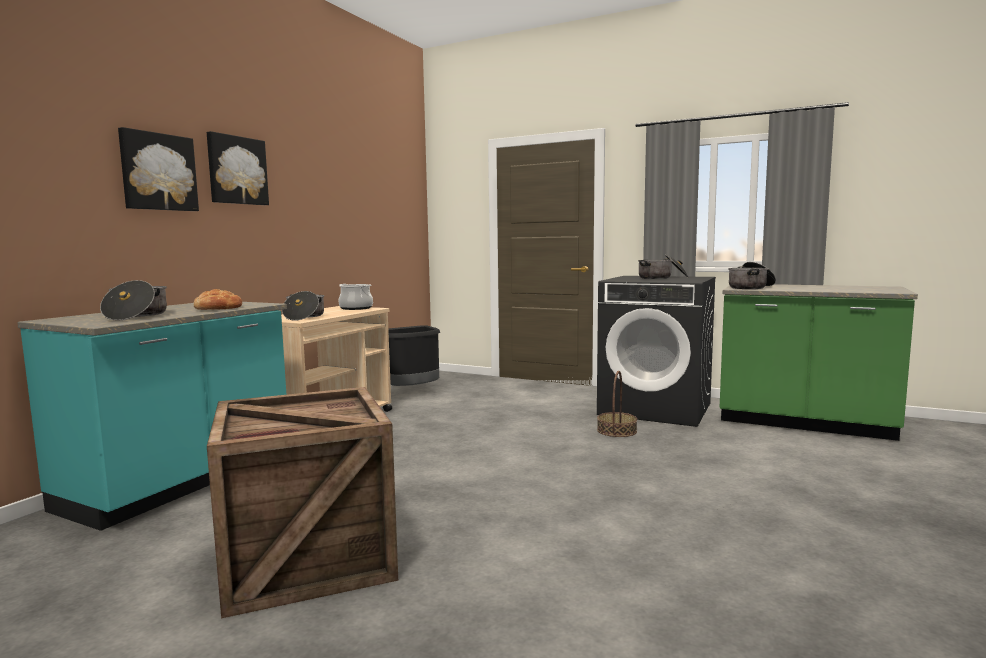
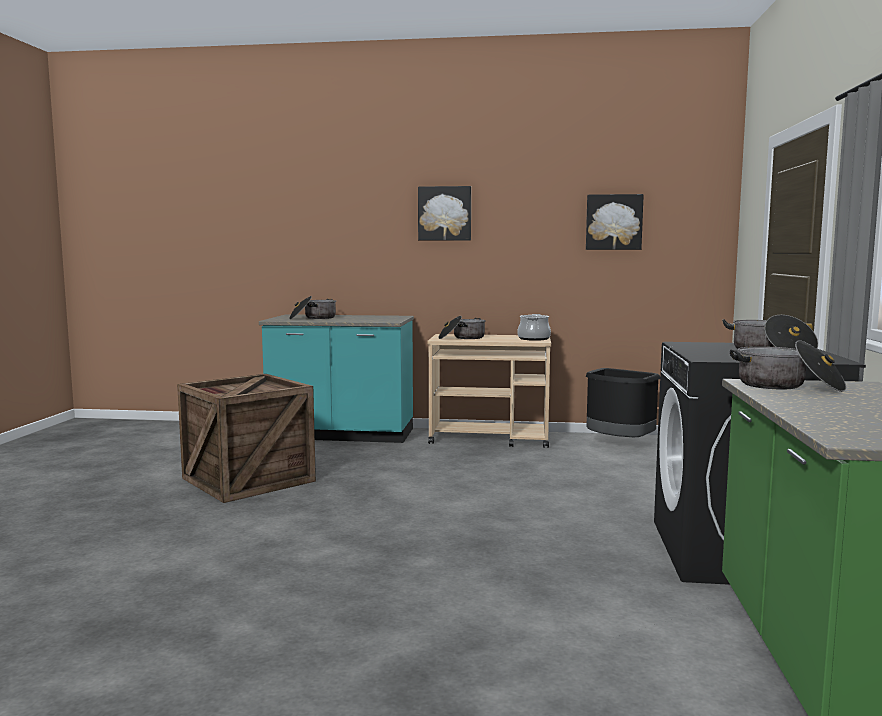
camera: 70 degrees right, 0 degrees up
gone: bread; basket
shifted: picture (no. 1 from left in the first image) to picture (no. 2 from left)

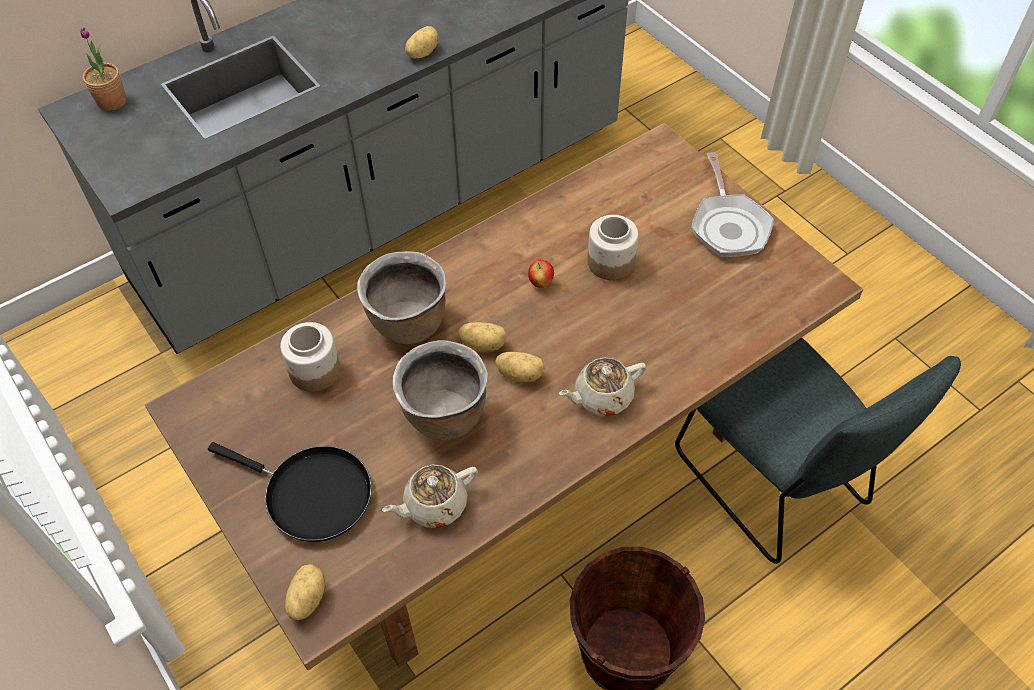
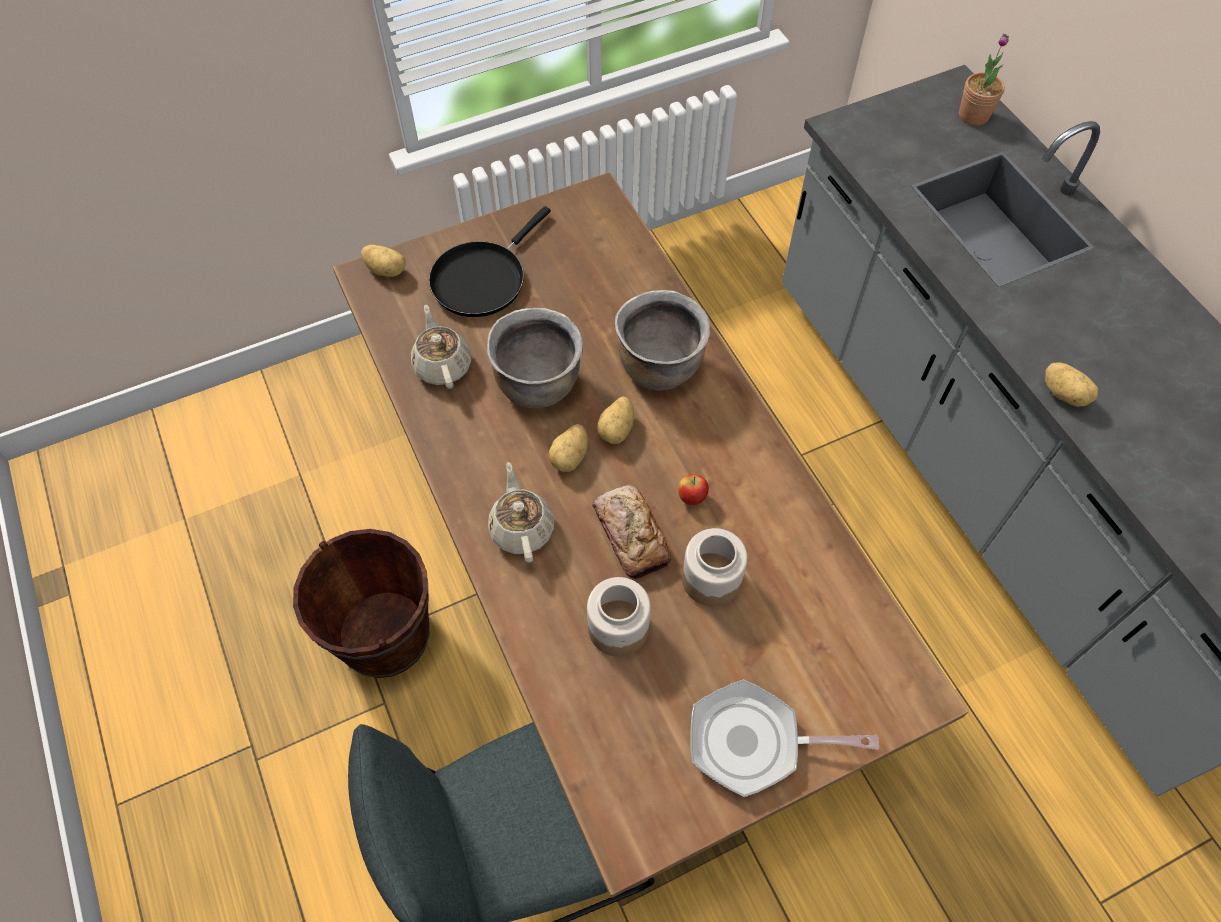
camera: 100 degrees right, 5 degrees up
new: bread
shifted: jar (no. 1 from left)

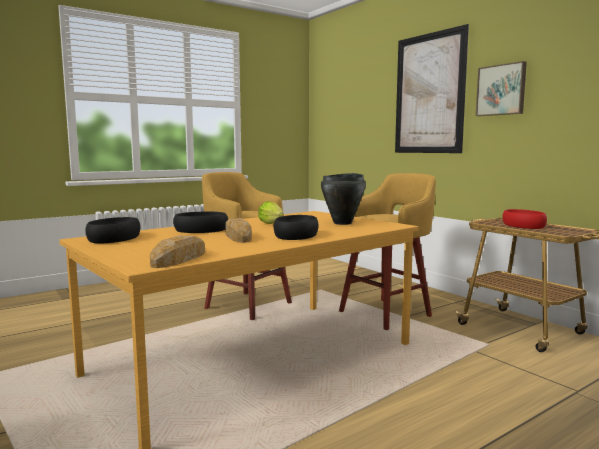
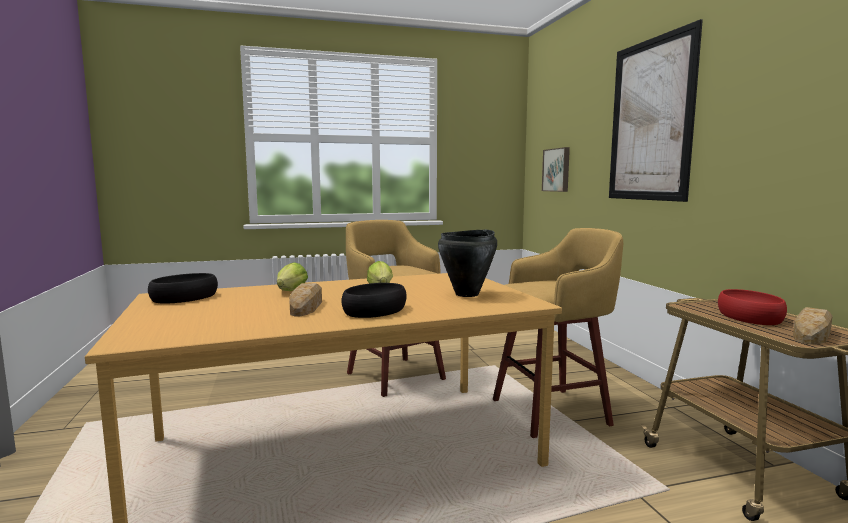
camera: 20 degrees right, 0 degrees up
shifted: bread (no. 1 from left in the first image) to bread (no. 2 from left); picture (no. 2 from left in the first image) to picture (no. 1 from left)
swapped: bowl/black (no. 2 from left) to lettuce (no. 1 from left)

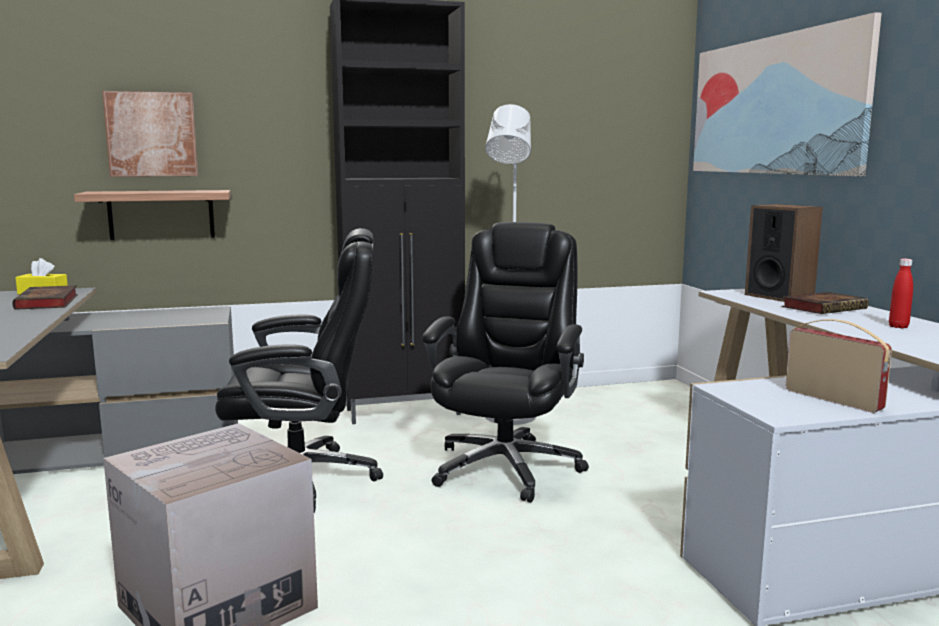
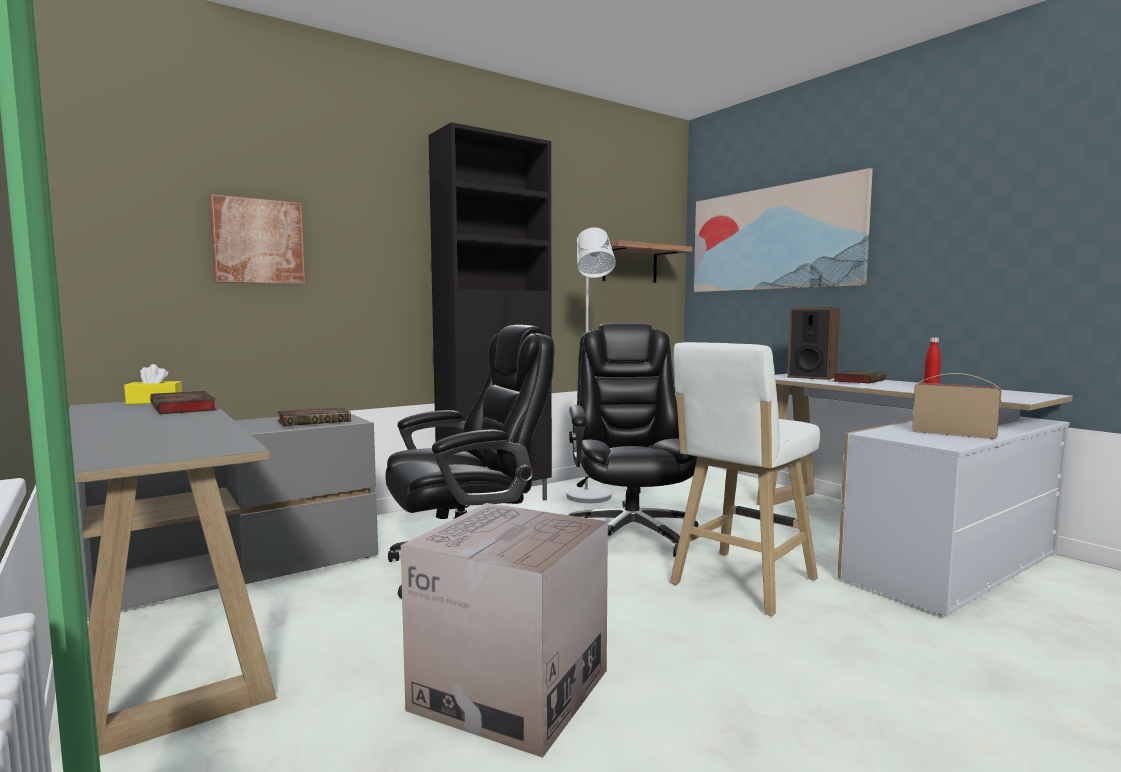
camera: 20 degrees left, 5 degrees down
new: book (no. 2 from left); stool/white
shifted: shelf

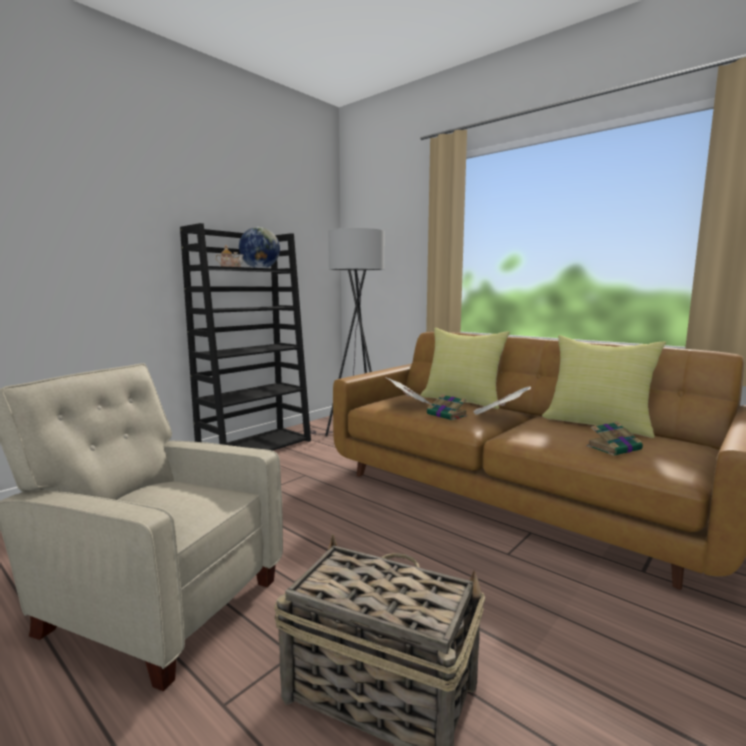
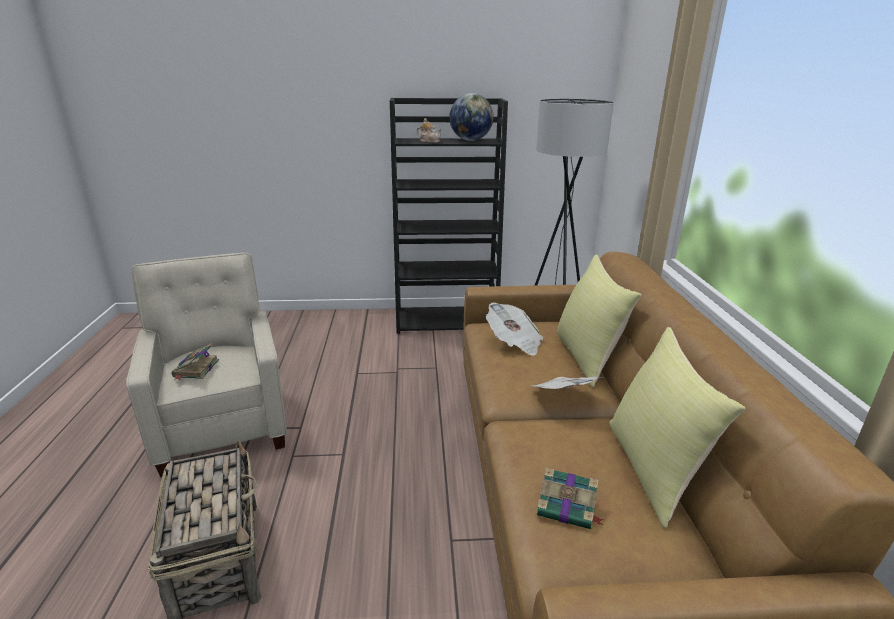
camera: 45 degrees right, 15 degrees up
shifted: book (no. 1 from left)

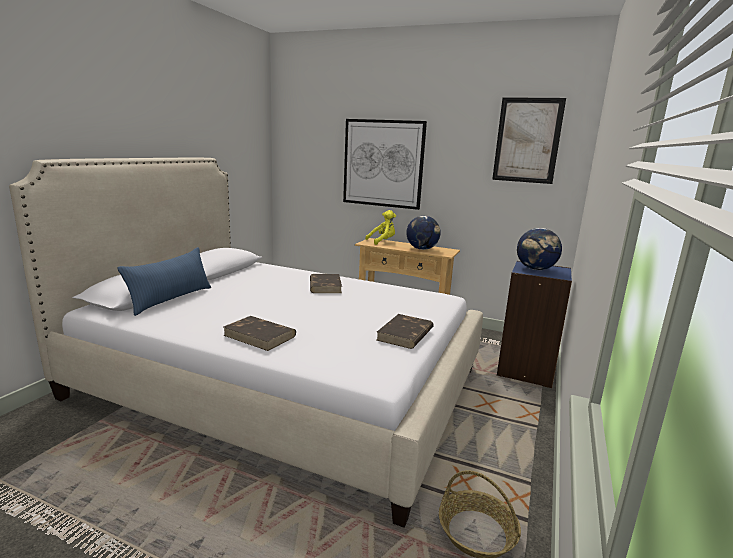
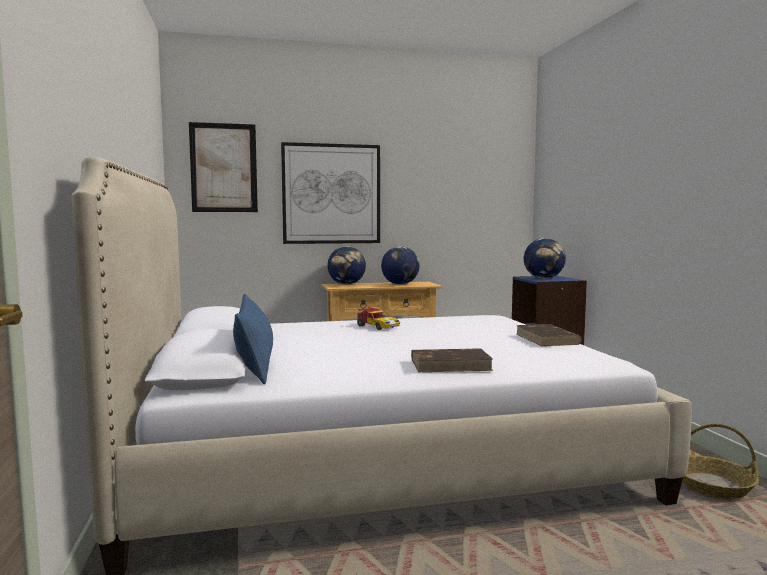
camera: 35 degrees left, 10 degrees down
shifted: picture (no. 2 from left in the first image) to picture (no. 1 from left)
swapped: book/brown (no. 2 from left) to toy car; plush toy/yellow to globe (no. 1 from left)

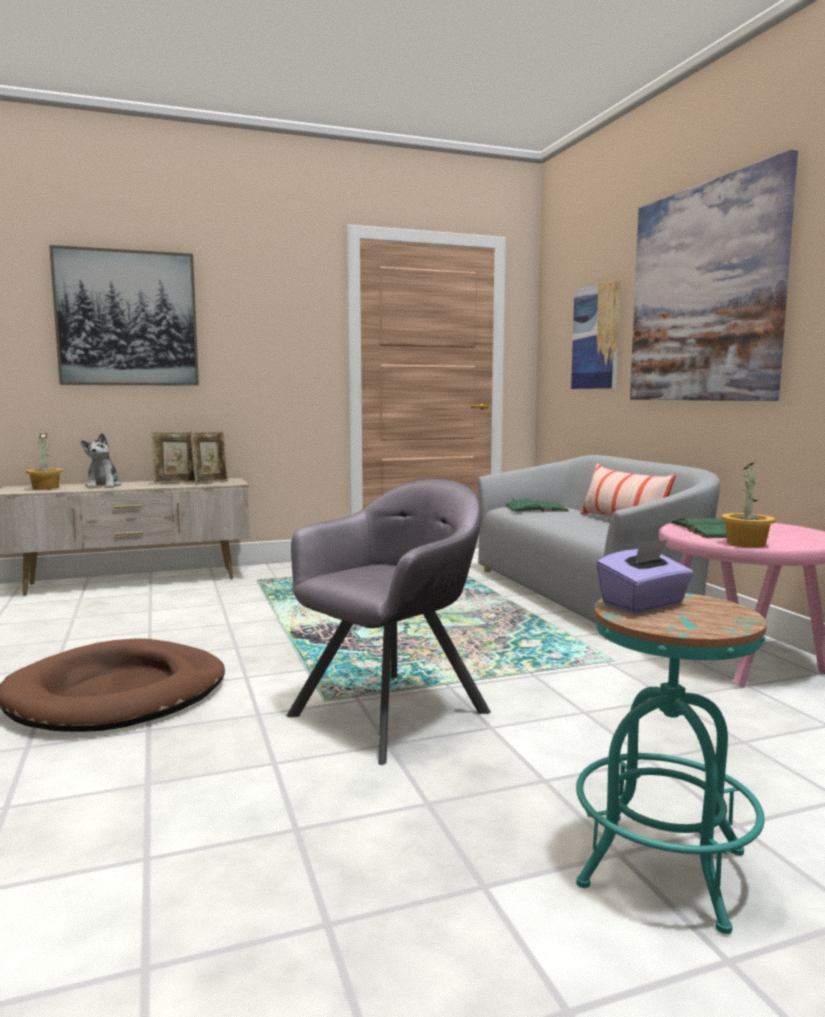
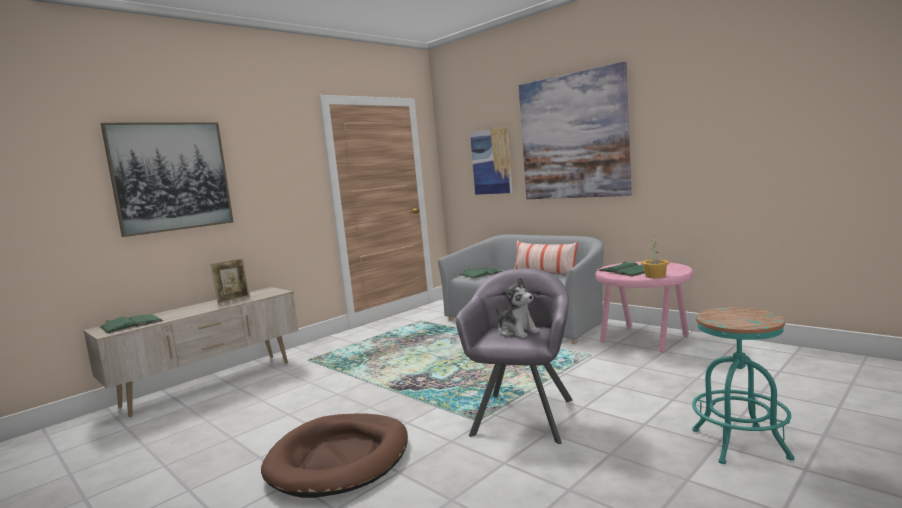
camera: 25 degrees left, 0 degrees up
gone: picture frame (no. 2 from left); tissue box/purple
shifted: plush toy
swapped: potted plant (no. 1 from left) to book/green (no. 1 from left)

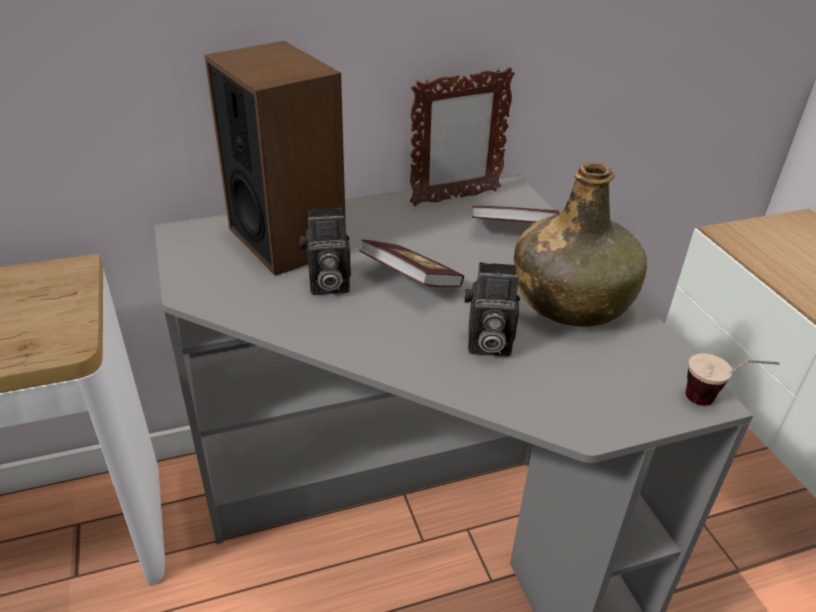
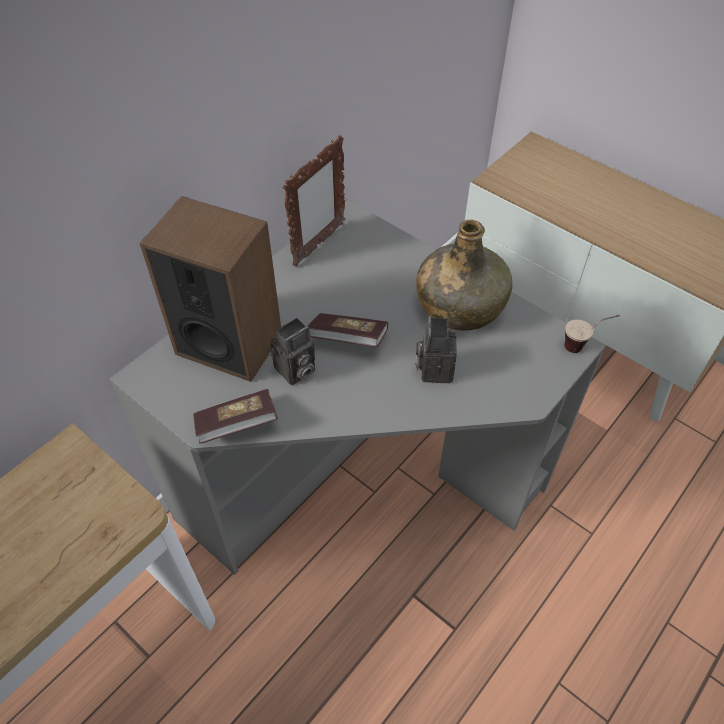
camera: 30 degrees left, 15 degrees up
shifted: book (no. 2 from left in the first image) to book (no. 1 from left)
rotated: photo camera (no. 2 from left) 120 degrees clockwise

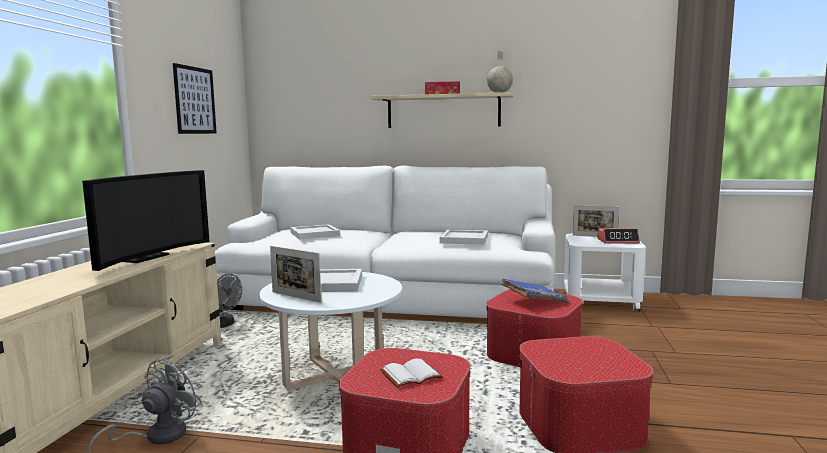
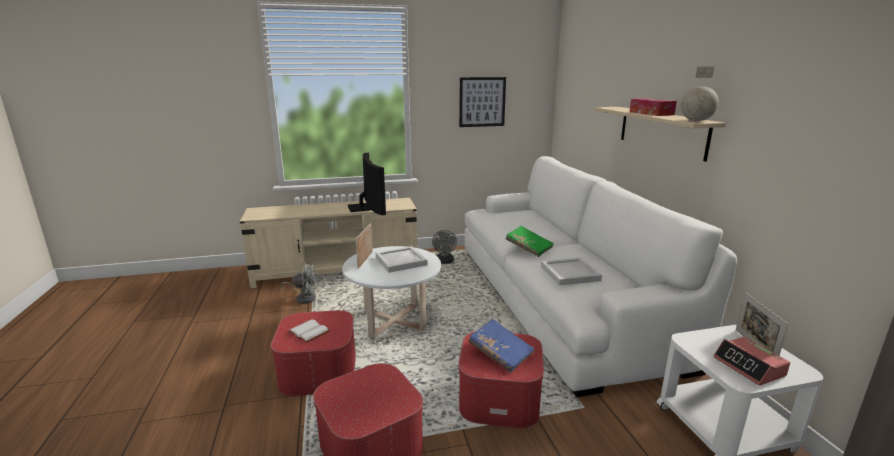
camera: 65 degrees right, 10 degrees up
gone: tray/white (no. 1 from left)
new: book/green
rotated: television 105 degrees counterclockwise

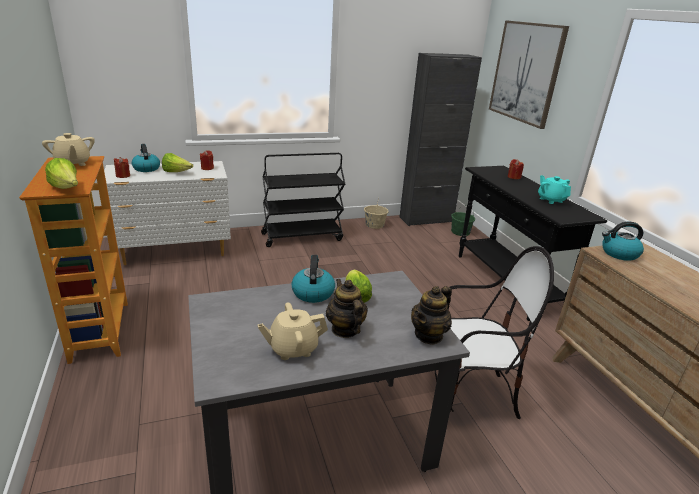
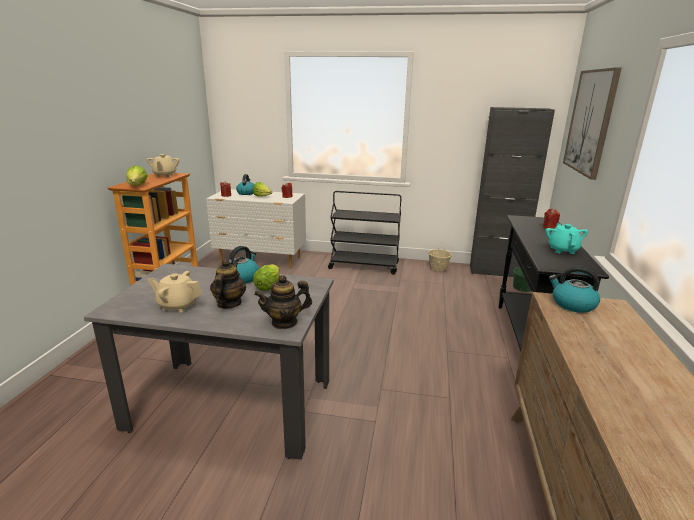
camera: 30 degrees right, 5 degrees down
gone: chair

